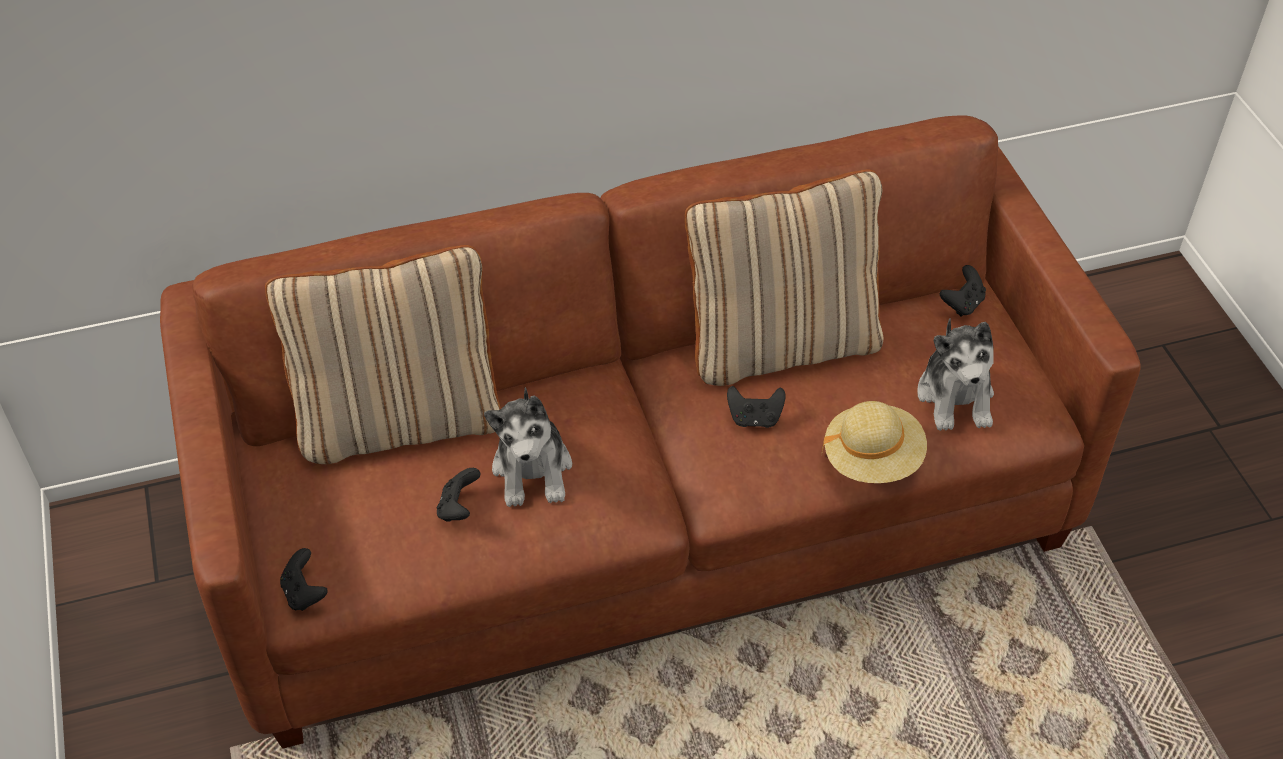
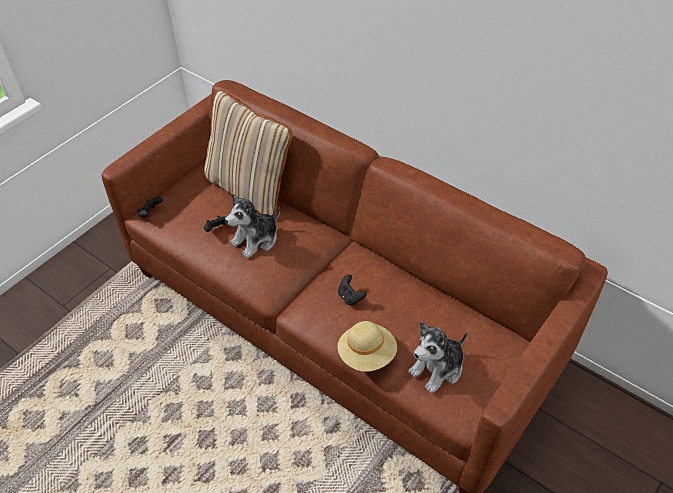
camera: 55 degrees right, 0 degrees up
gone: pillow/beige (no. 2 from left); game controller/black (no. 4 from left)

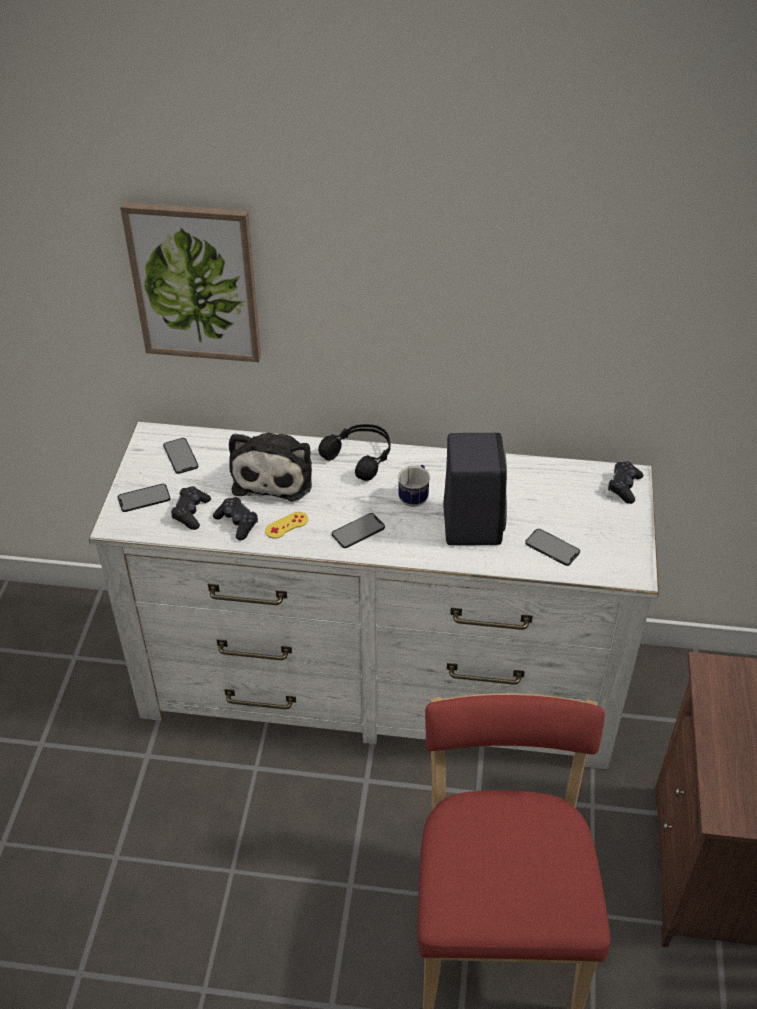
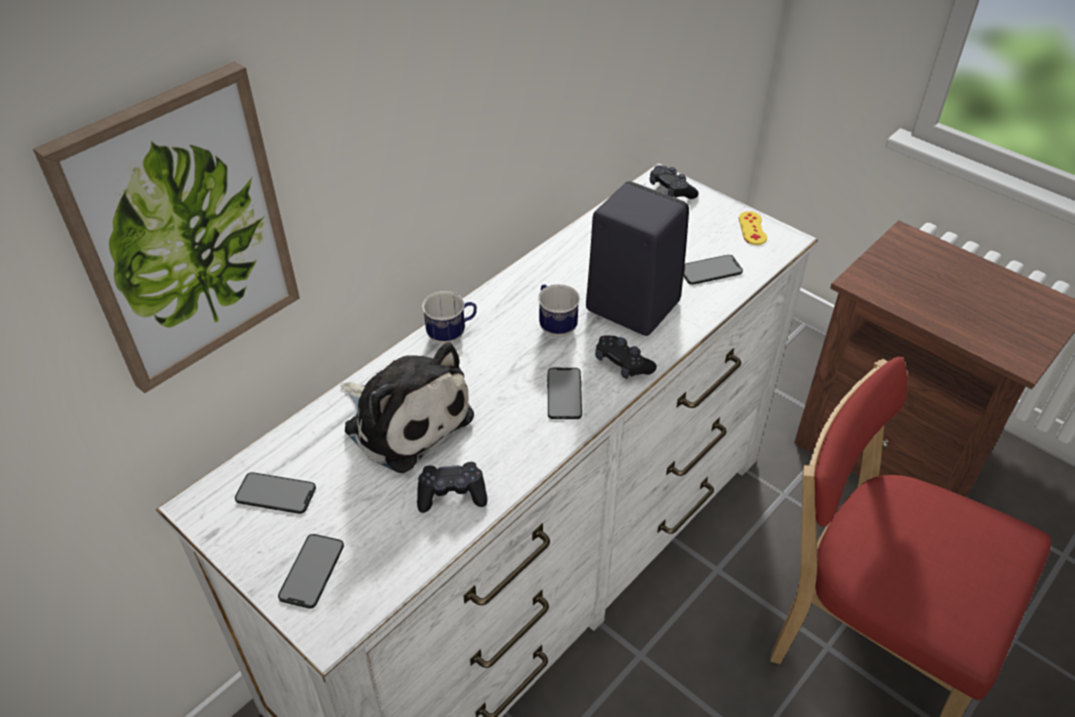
camera: 55 degrees left, 0 degrees up
shifted: game controller/black (no. 1 from left in the first image) to game controller/black (no. 2 from left); game controller/yellow
swapped: headphones/black to mug (no. 1 from left)

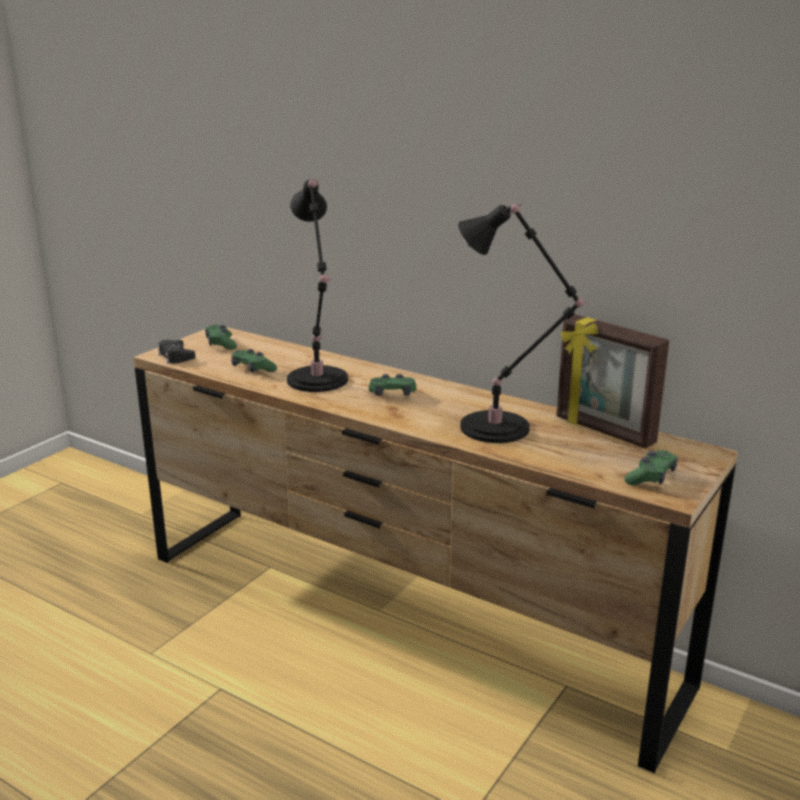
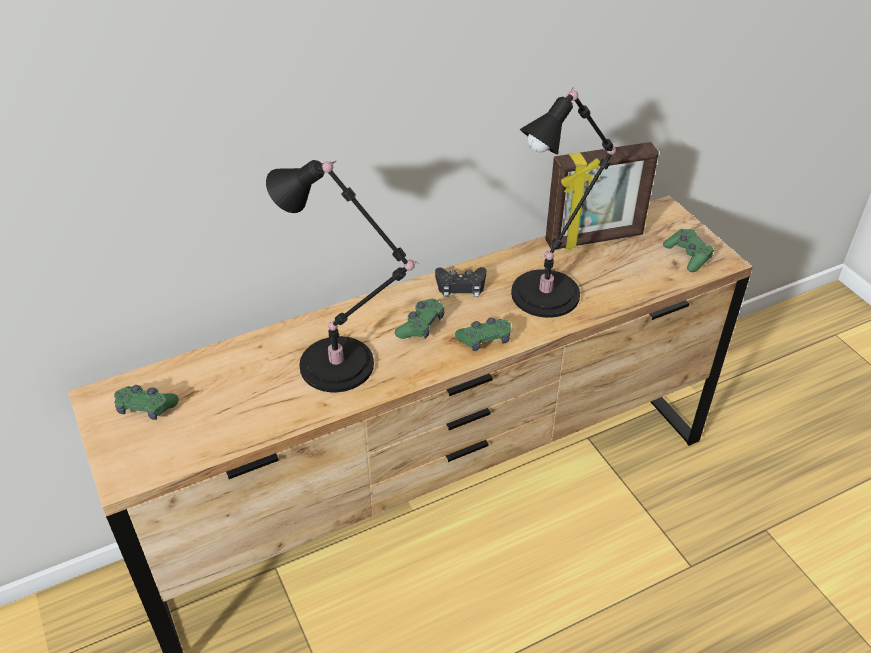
camera: 60 degrees left, 20 degrees up
shifted: game controller/black; game controller/green (no. 2 from left in the first image) to game controller/green (no. 3 from left)

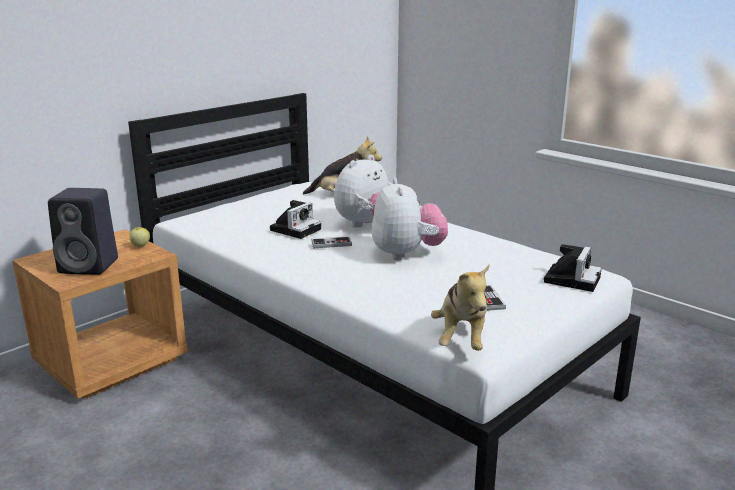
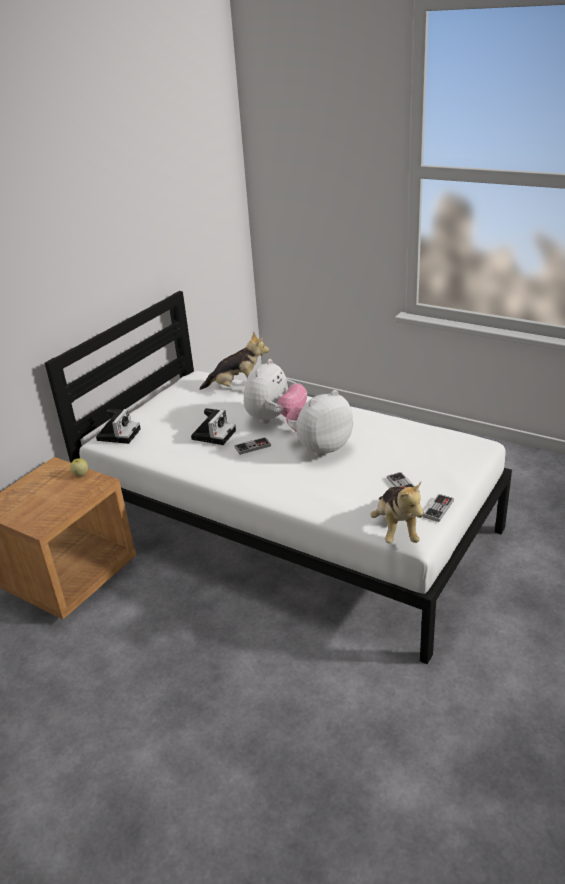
camera: 10 degrees left, 10 degrees up
gone: speaker/black
new: game controller (no. 3 from left)
shifted: photo camera (no. 2 from left in the first image) to photo camera (no. 1 from left)
rotated: plush toy (no. 3 from left) 105 degrees counterclockwise

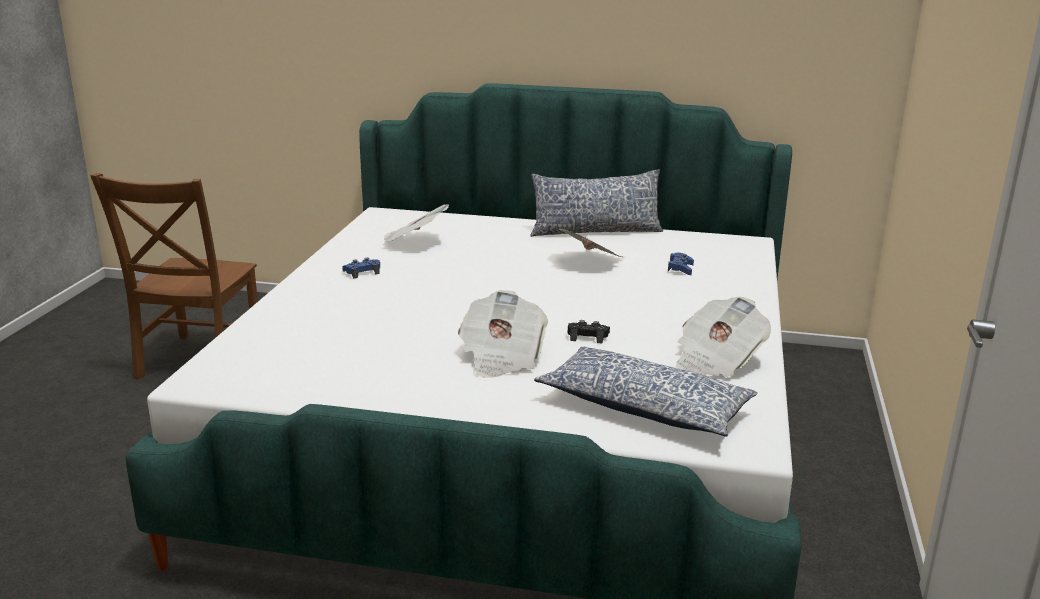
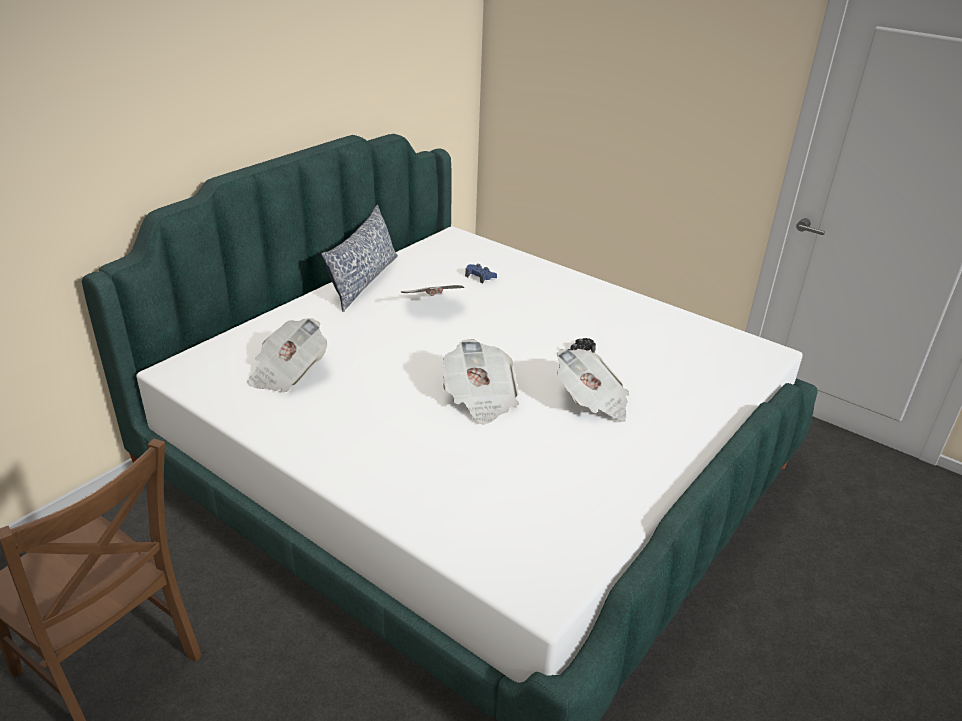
camera: 65 degrees left, 10 degrees up
gone: game controller/blue (no. 1 from left); pillow (no. 2 from left)
shifted: newspaper (no. 4 from left in the first image) to newspaper (no. 3 from left)

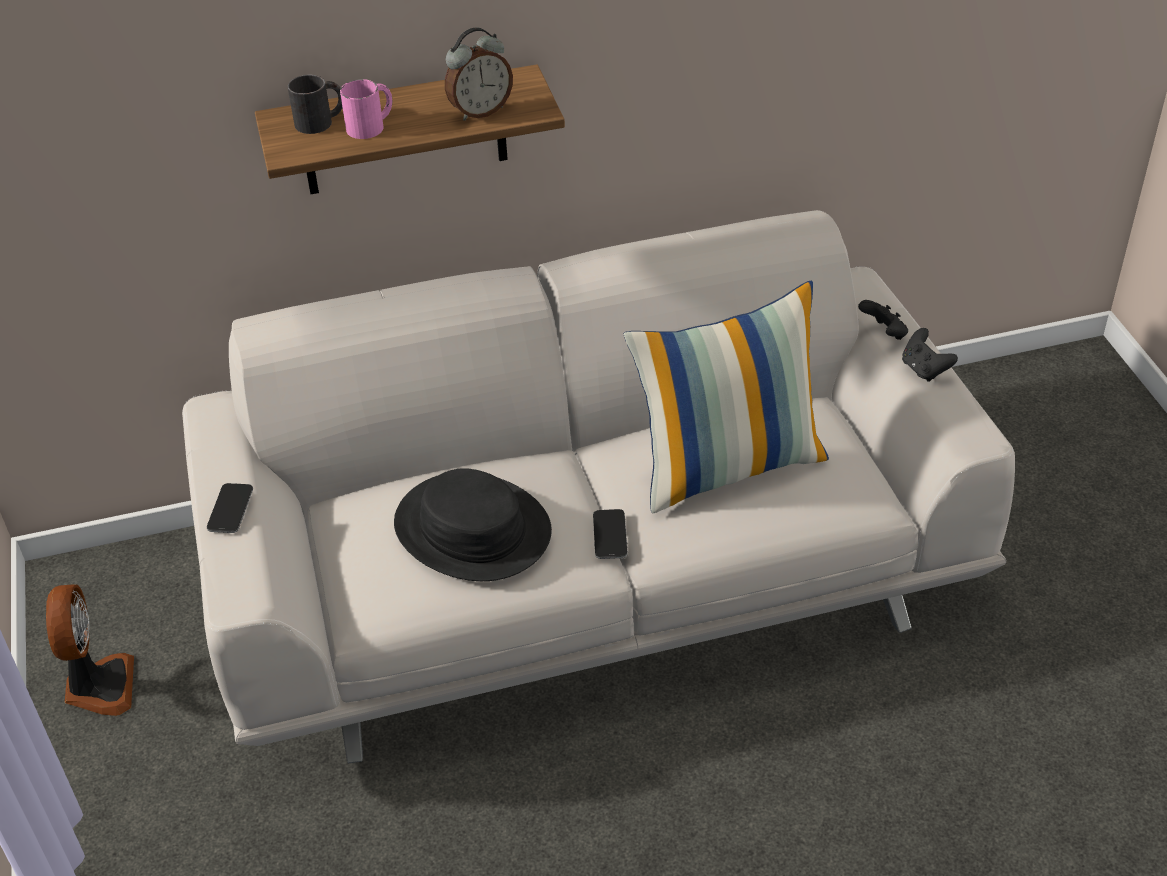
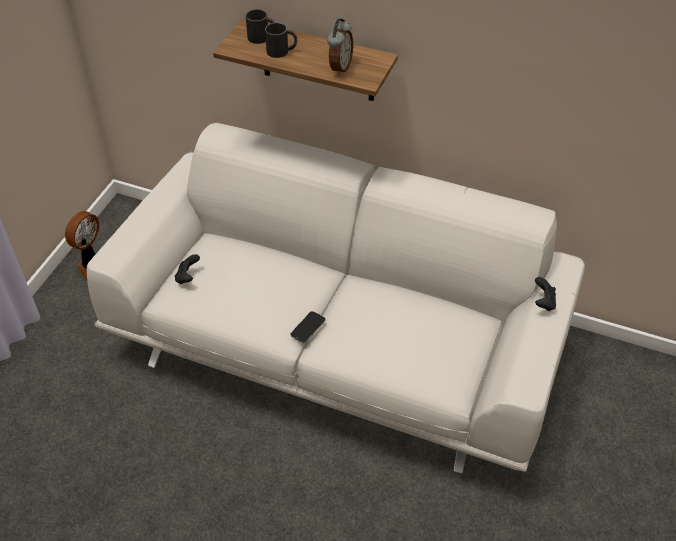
camera: 35 degrees right, 5 degrees up
gone: phone (no. 1 from left); hat/black; pillow
shifted: game controller/black (no. 2 from left in the first image) to game controller/black (no. 1 from left)
repainted: mug/pink to mug/black (no. 2 from left)
rotated: alarm clock 75 degrees counterclockwise

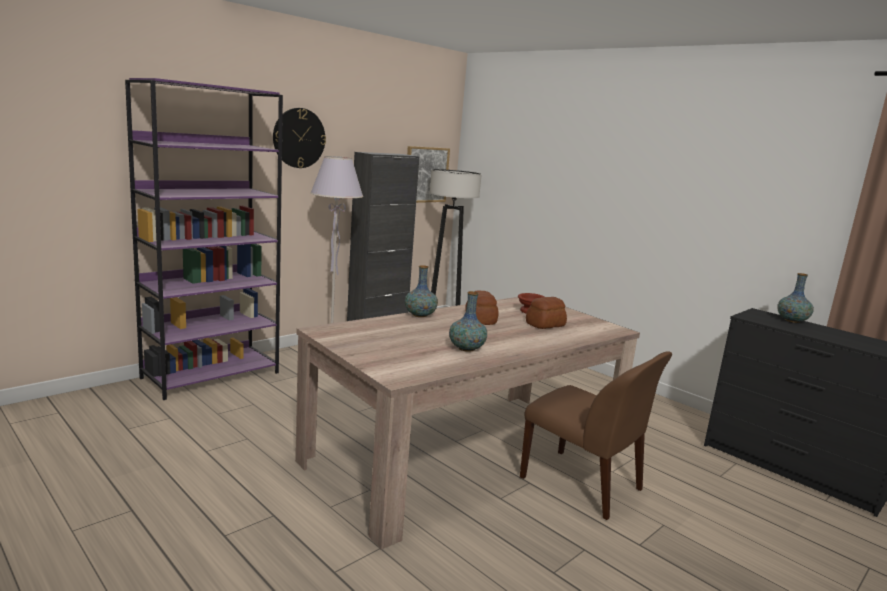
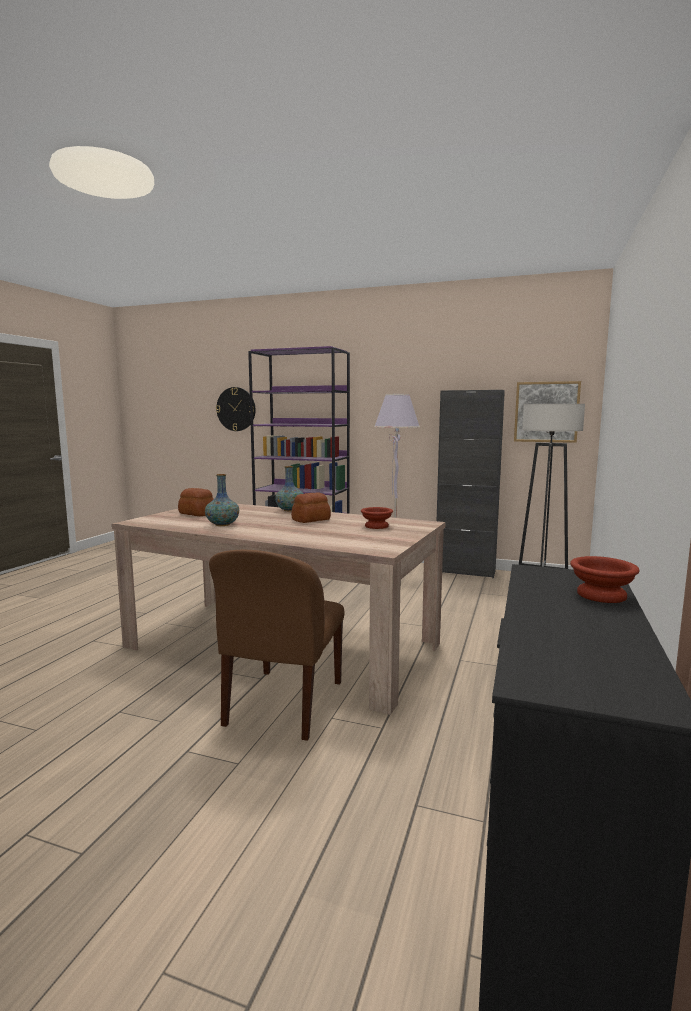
camera: 65 degrees right, 5 degrees down
shifted: wall clock; bread (no. 2 from left in the first image) to bread (no. 1 from left)
swapped: vase (no. 3 from left) to bowl/brown (no. 2 from left)

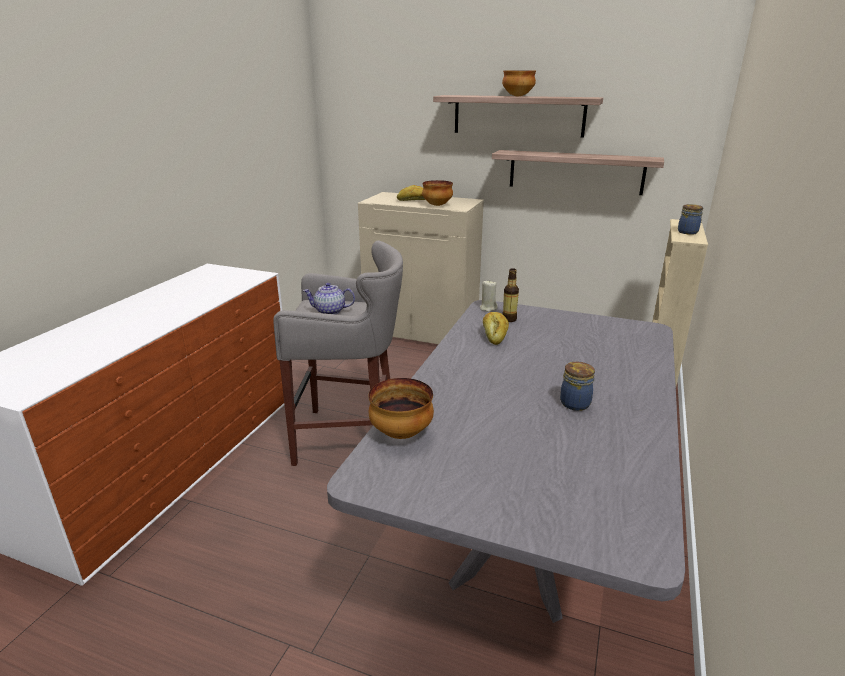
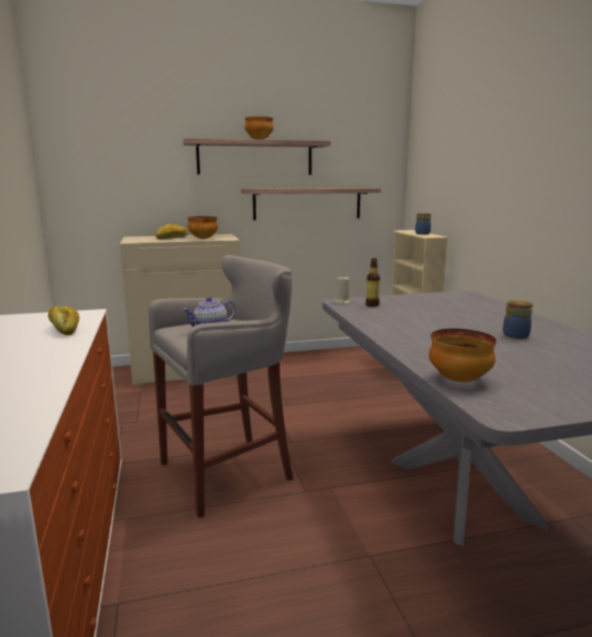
camera: 35 degrees left, 10 degrees down
shifted: bread (no. 2 from left in the first image) to bread (no. 1 from left)

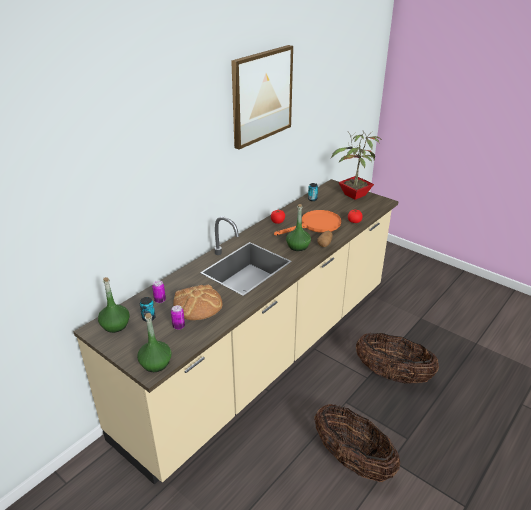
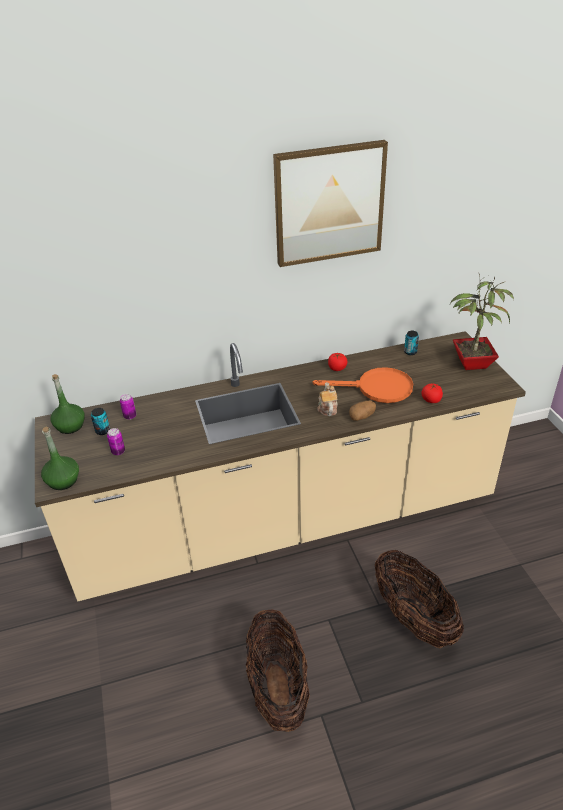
camera: 35 degrees right, 5 degrees up
gone: bread
swapped: bottle/green (no. 3 from left) to teapot

